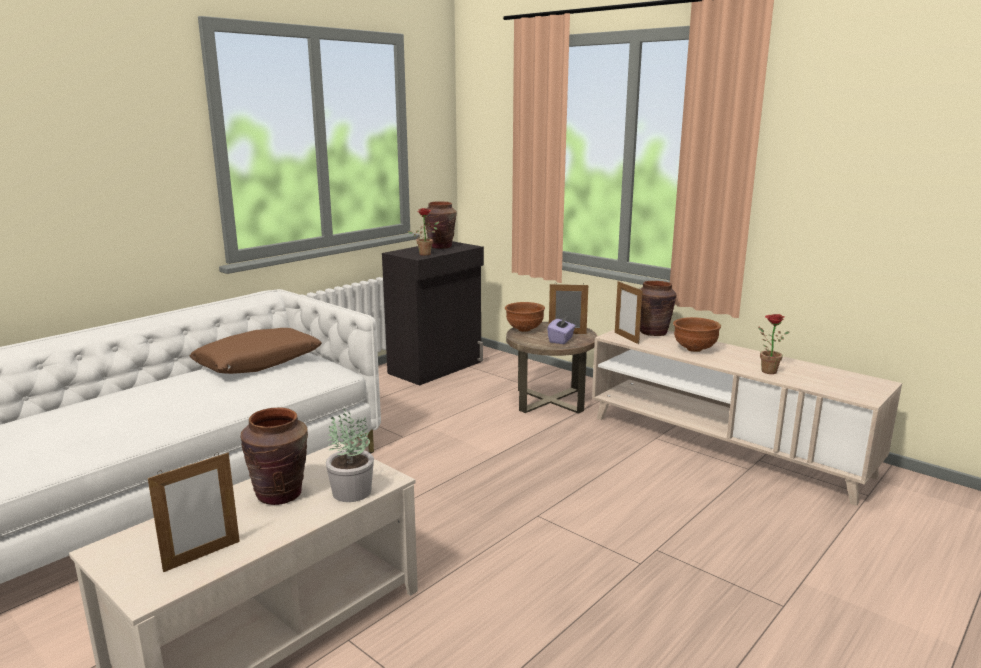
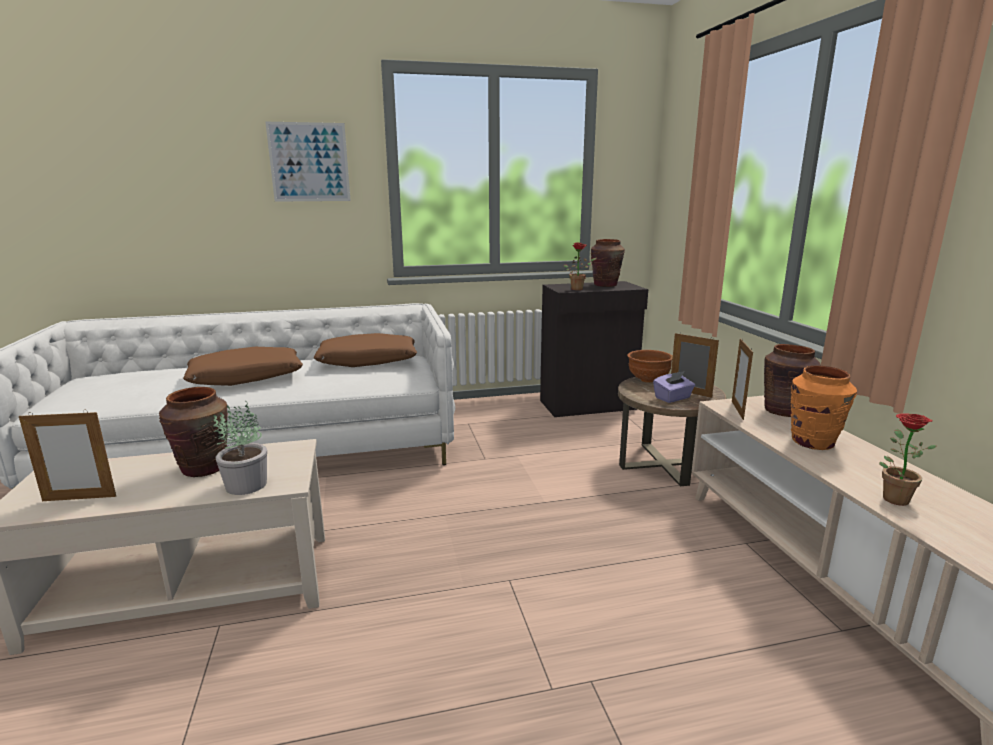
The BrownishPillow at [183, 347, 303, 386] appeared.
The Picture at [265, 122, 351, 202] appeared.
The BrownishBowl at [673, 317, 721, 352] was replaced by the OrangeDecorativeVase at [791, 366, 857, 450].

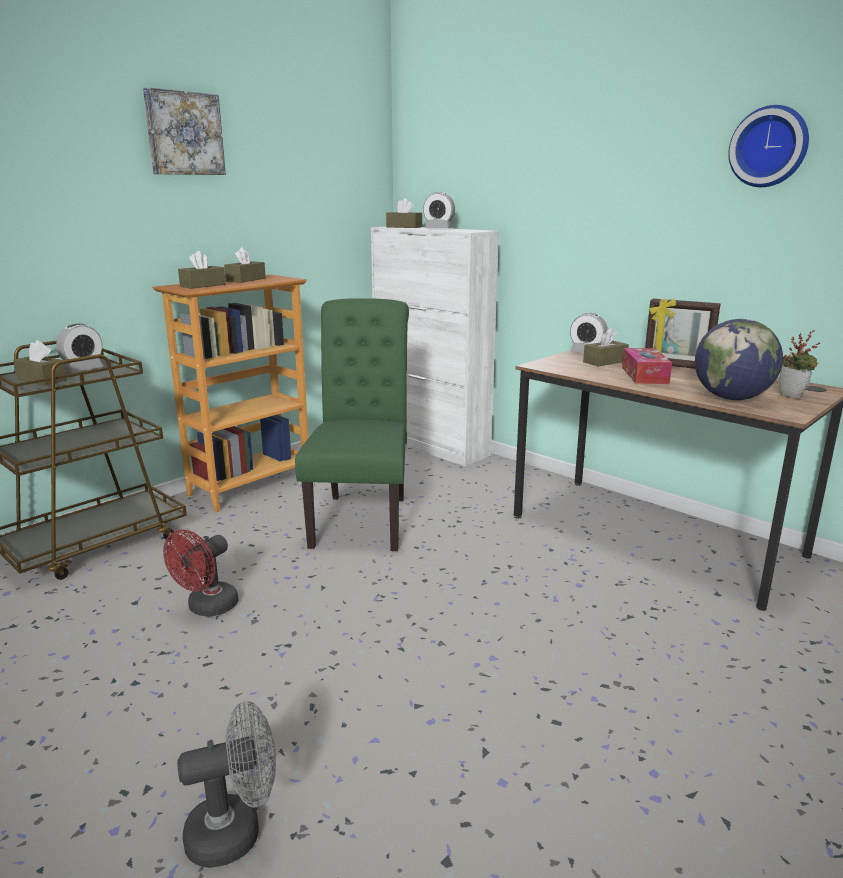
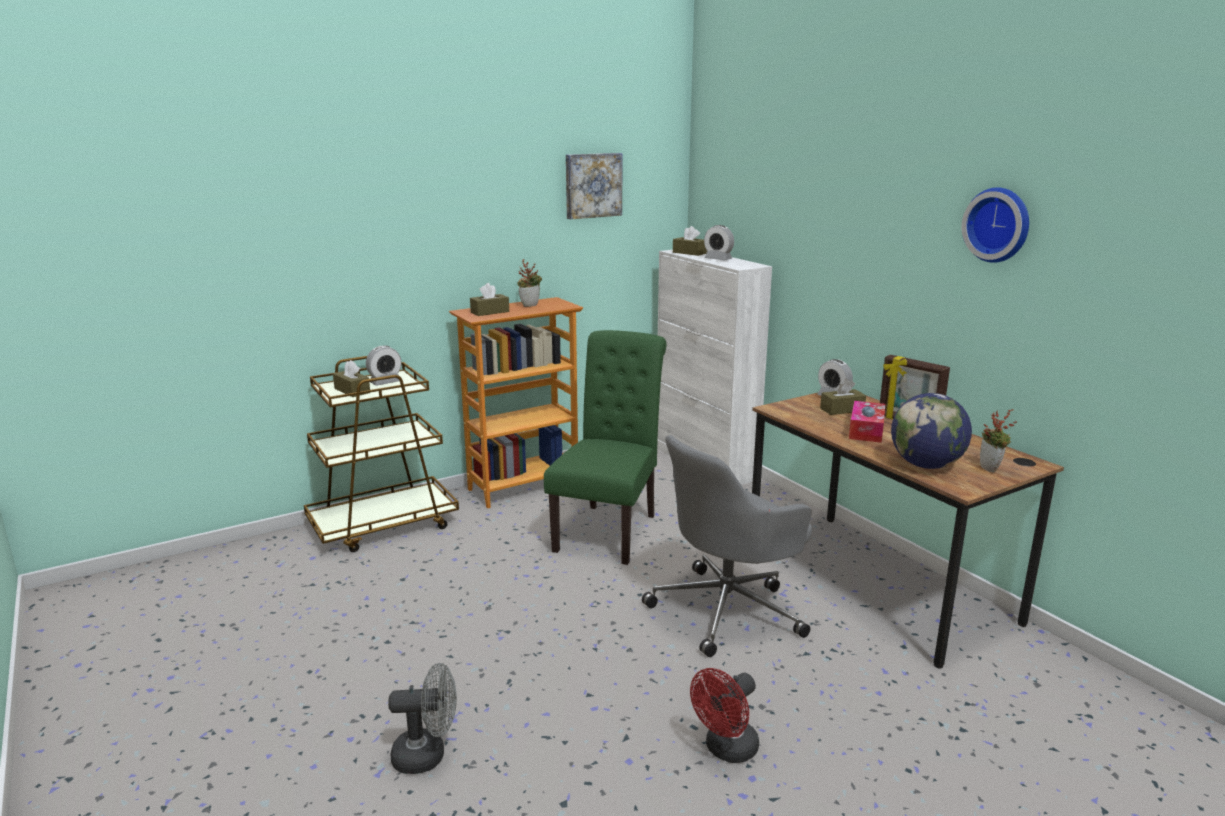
The GreyComputerChair at [642, 435, 812, 657] appeared.
The Picture moved from [143, 87, 226, 175] to [566, 153, 622, 219].
The RedColouredFan moved from [163, 529, 239, 617] to [690, 668, 759, 763].
The BrownishTissueHolder at [224, 247, 266, 283] was replaced by the PottedPlant at [517, 259, 542, 307].

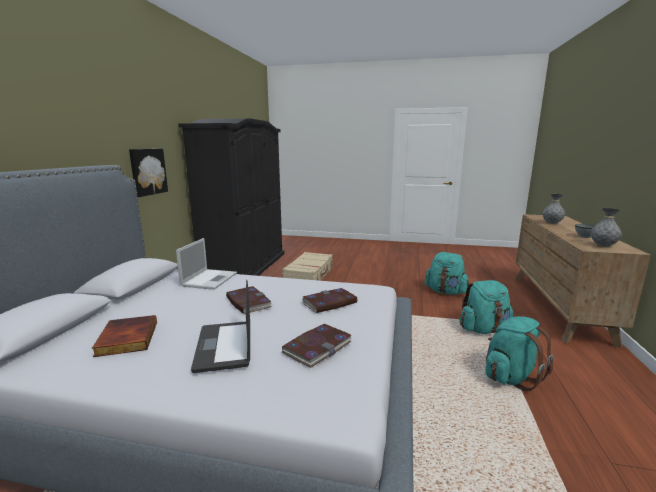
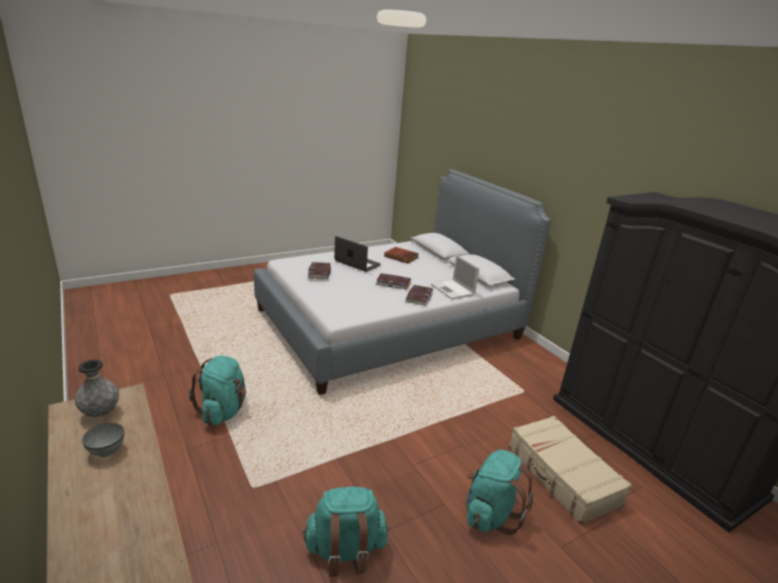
The Picture at [129, 149, 168, 197] disappeared.
The GreyDecorativeVase at [543, 194, 565, 224] disappeared.
The Book moved from [301, 288, 358, 313] to [406, 285, 434, 306].
The BlueGreenBackpack moved from [459, 280, 513, 334] to [466, 450, 533, 535].

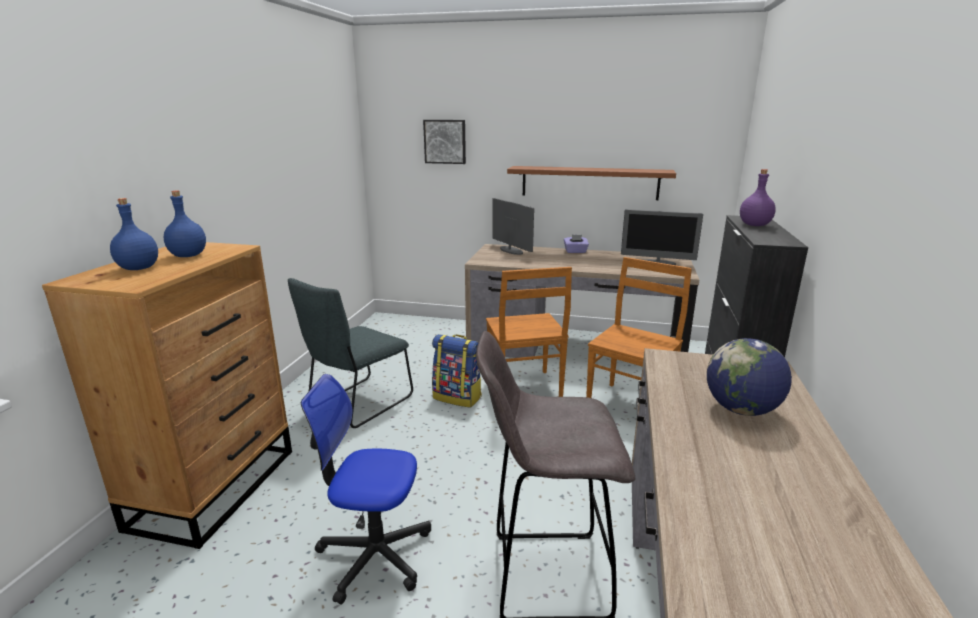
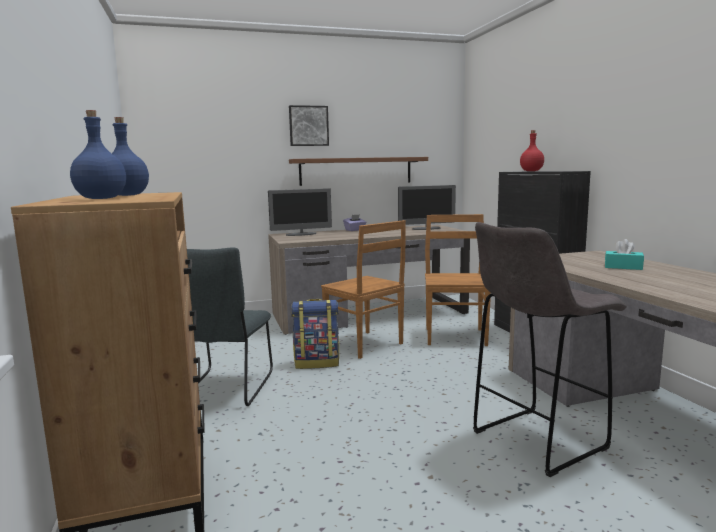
The ComputerChair at [301, 374, 431, 605] disappeared.
The Picture moved from [423, 120, 466, 164] to [289, 105, 329, 146].
The Globe at [707, 338, 792, 416] was replaced by the BlueGreenTissueHolder at [605, 239, 644, 270].
The PurpleDrinkBottle at [740, 169, 776, 226] became the RedColouredDrinkBottle at [520, 130, 544, 171].
The ComputerDisplay at [492, 198, 534, 255] turned 135 degrees clockwise.

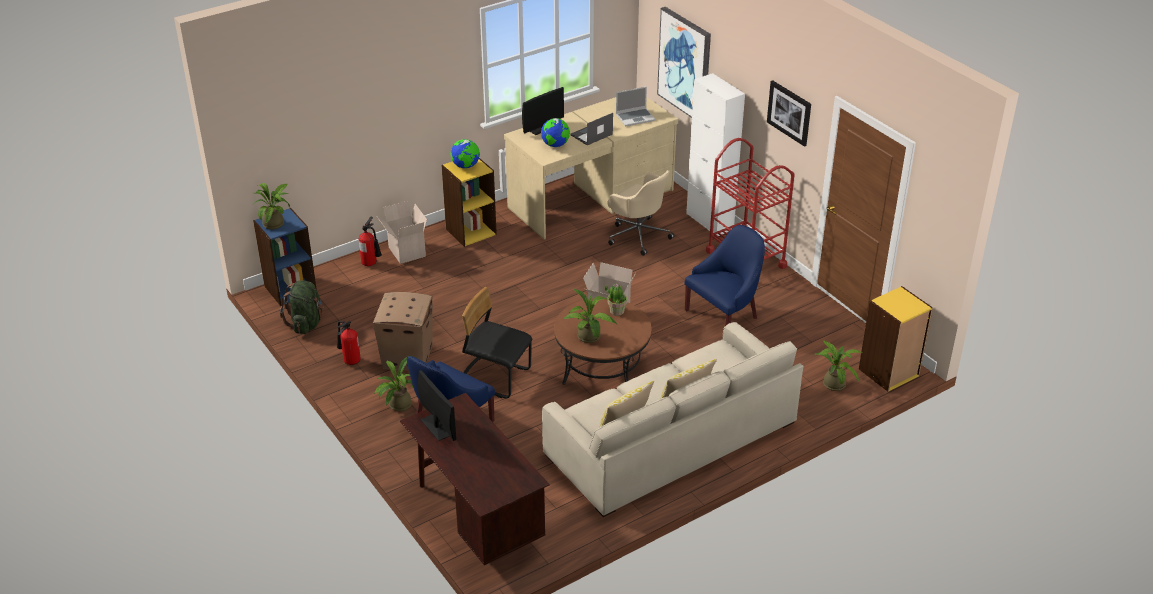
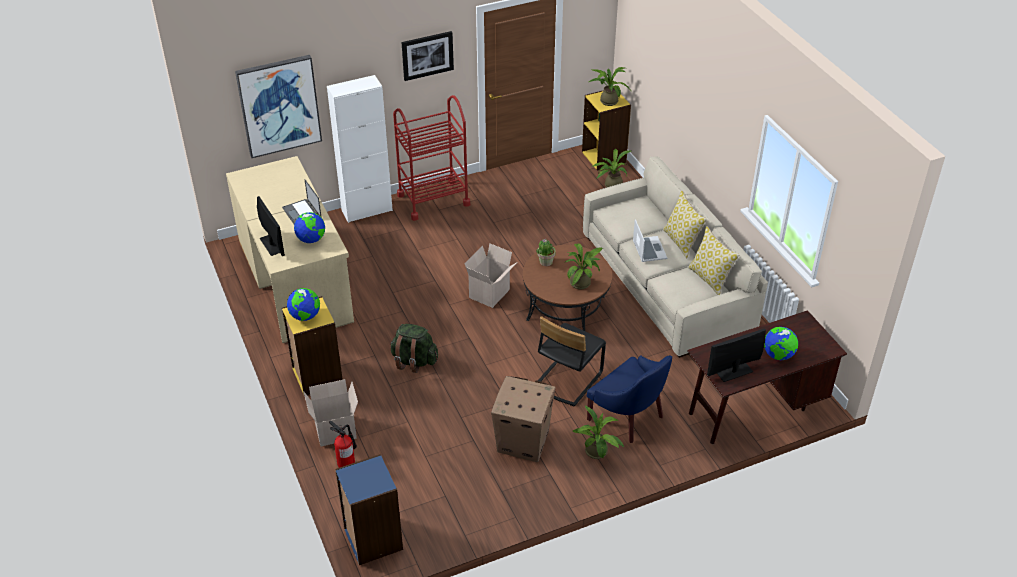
The Extinguisher at [337, 321, 361, 365] disappeared.
The BeigeColouredComputerChair at [607, 170, 674, 256] disappeared.
The BluishEasyChair at [684, 225, 765, 326] disappeared.
The Globe at [764, 327, 798, 360] appeared.
The PottedPlant moved from [252, 183, 290, 230] to [589, 67, 630, 106].
The GreenBackpack moved from [280, 280, 324, 334] to [390, 324, 438, 373].
The Laptop moved from [616, 87, 656, 126] to [633, 219, 667, 262].

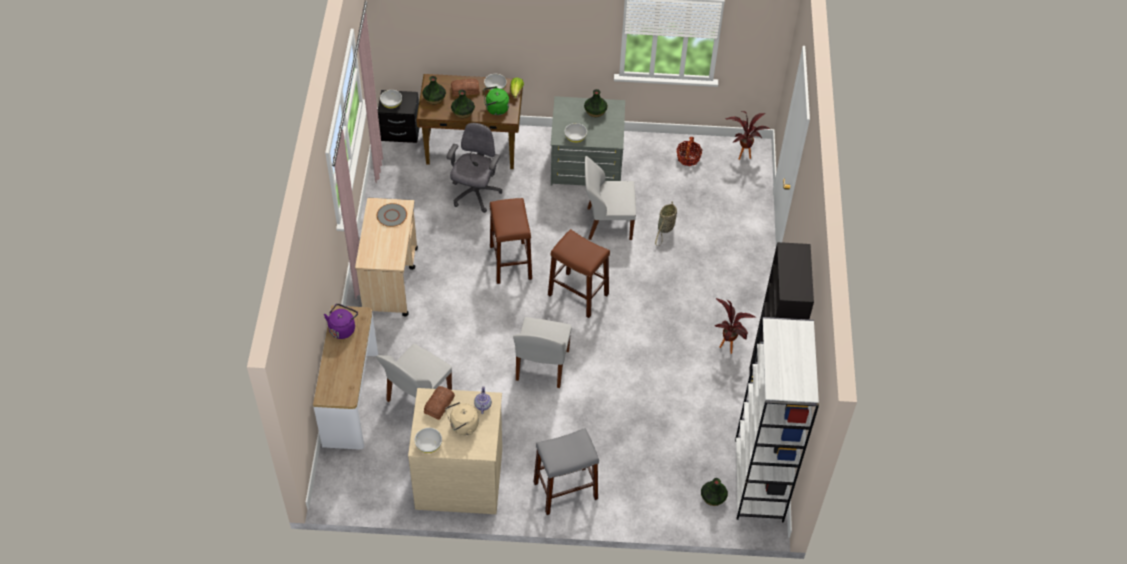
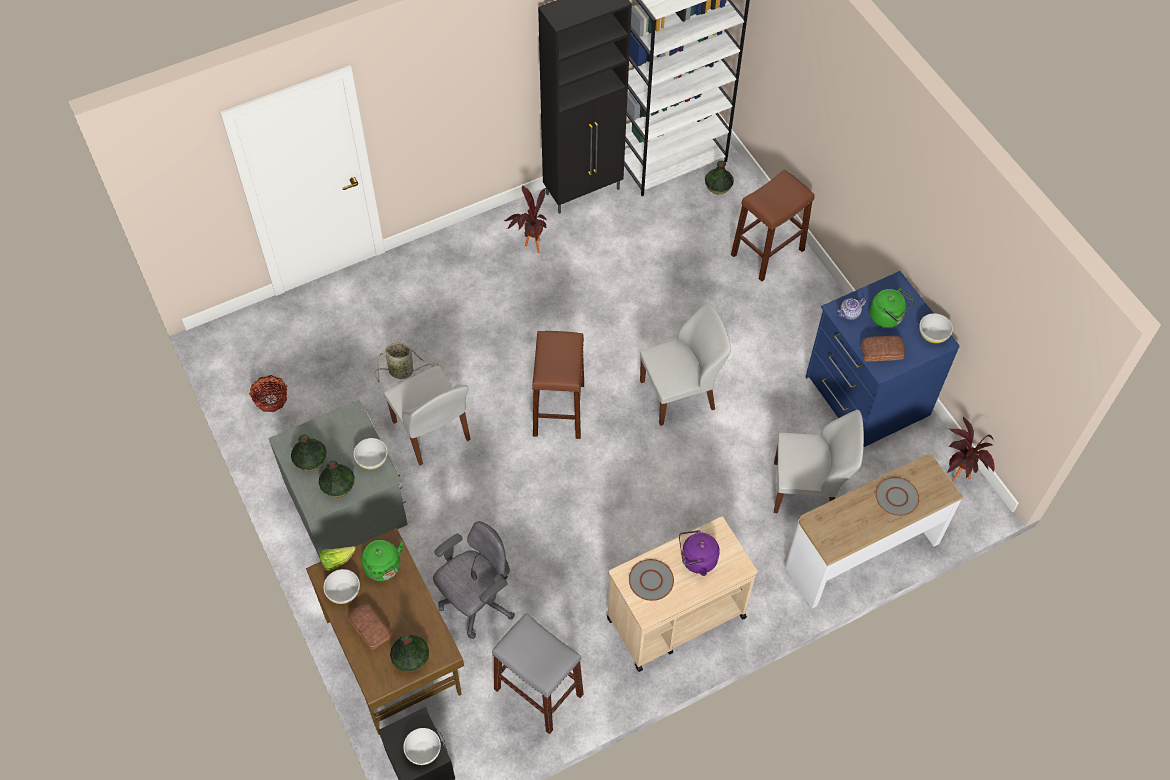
The GreyFlatDish at [875, 477, 919, 516] appeared.
The PurpleTeaKettle moved from [324, 304, 358, 339] to [679, 530, 720, 576].
The DecorativeVase moved from [451, 90, 475, 118] to [319, 460, 355, 497].
The BrownishStoolSeat moved from [490, 198, 532, 284] to [731, 169, 815, 282].
The GreyStoolSeat moved from [534, 428, 599, 515] to [492, 613, 584, 734].
The PottedPlant moved from [726, 111, 770, 160] to [946, 417, 994, 482].
The BeigeColouredDresser at [408, 388, 502, 514] became the BluishDresser at [806, 271, 960, 447].
The BeigeColouredTeaKettle at [445, 402, 479, 435] became the GreenTeaKettle at [870, 288, 914, 328].
The GreyComputerChair at [446, 123, 502, 213] turned 150 degrees clockwise.

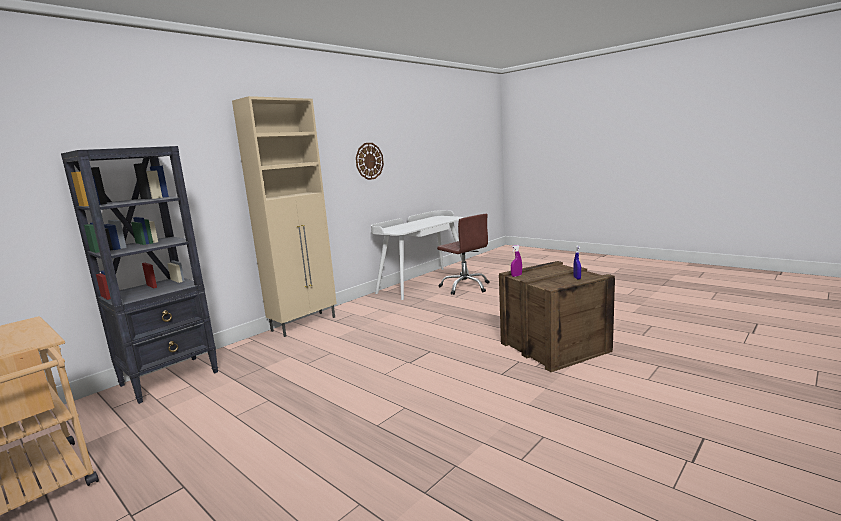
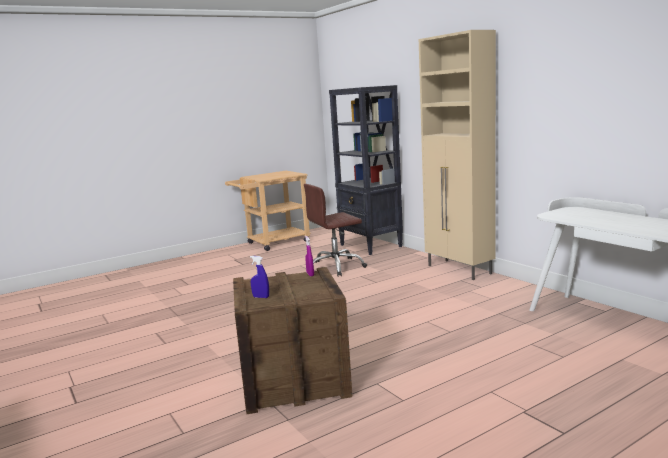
The HangingClock at [356, 143, 384, 180] disappeared.
The BrownishComputerChair moved from [437, 214, 490, 295] to [304, 184, 367, 277].

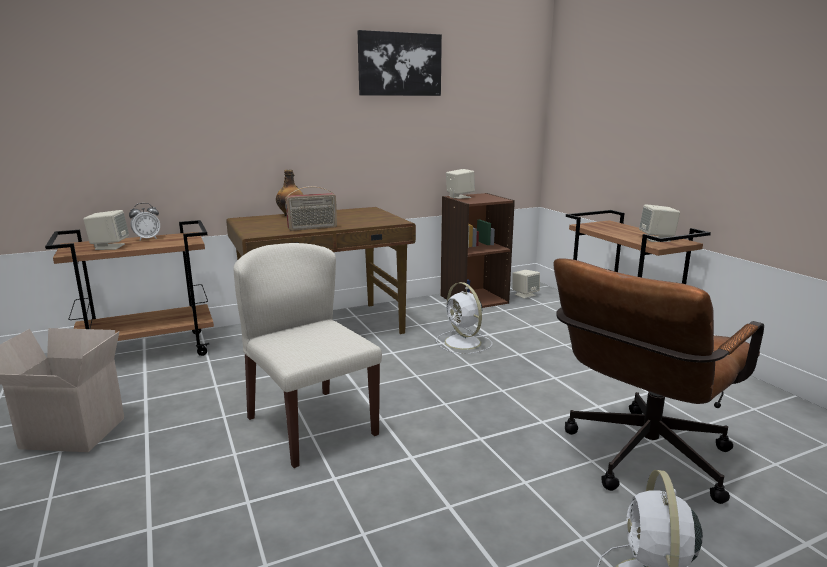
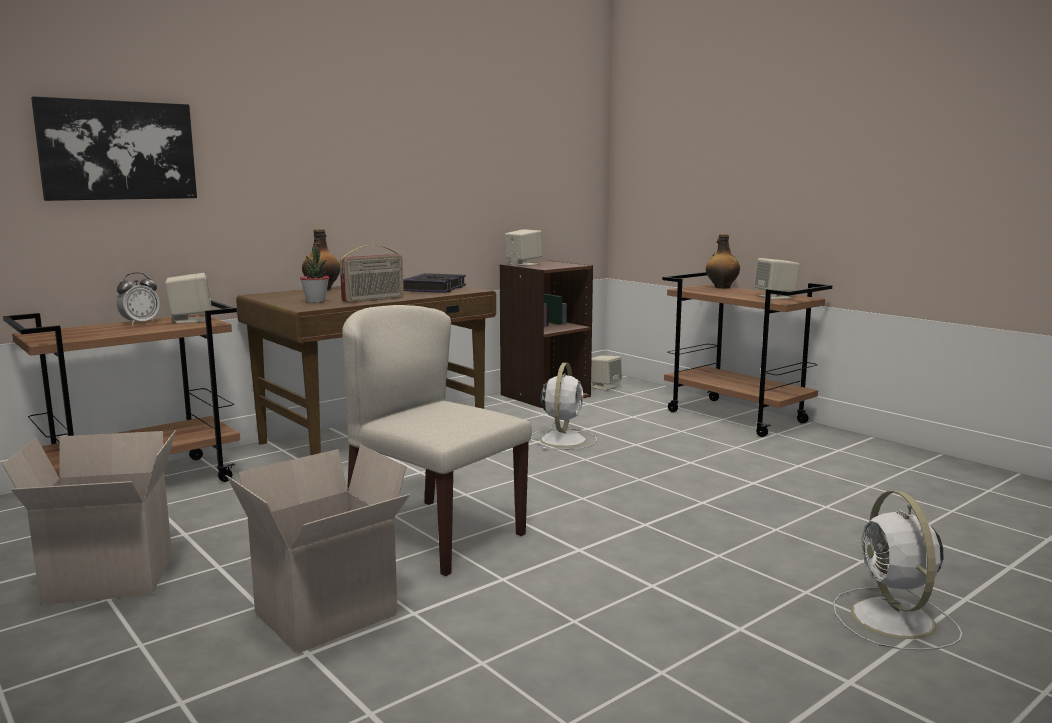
The BrownishComputerChair at [554, 259, 764, 504] disappeared.
The CardboardBox at [227, 445, 410, 653] appeared.
The PottedPlant at [300, 247, 329, 303] appeared.
The Book at [403, 273, 466, 293] appeared.
The DrinkBottle at [706, 234, 740, 288] appeared.
The BeigeColouredLoudspeaker moved from [83, 210, 129, 250] to [165, 273, 211, 324].
The Picture moved from [358, 30, 442, 96] to [31, 96, 197, 201].
The WhiteColouredFan at [436, 282, 492, 354] turned 120 degrees counterclockwise.

